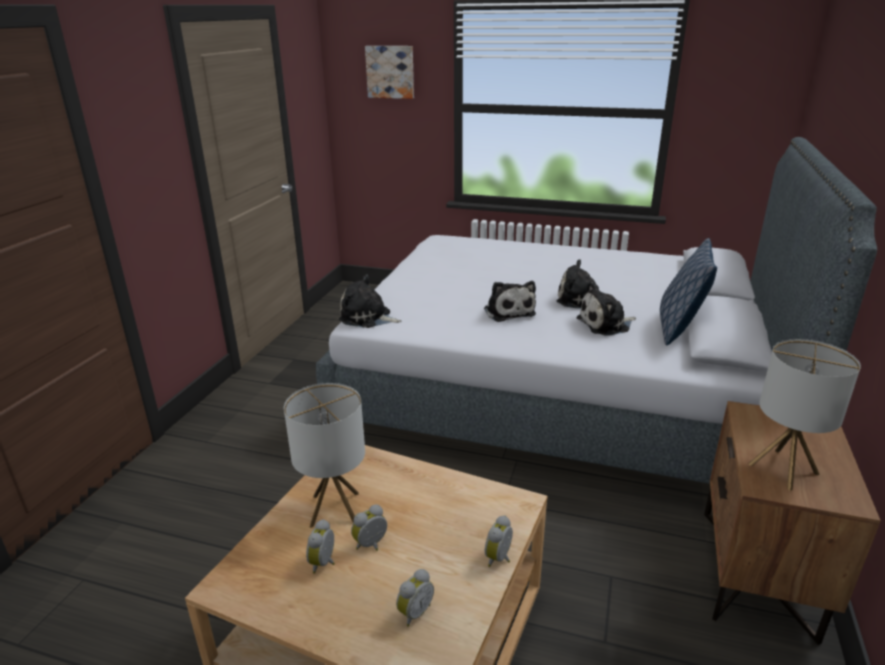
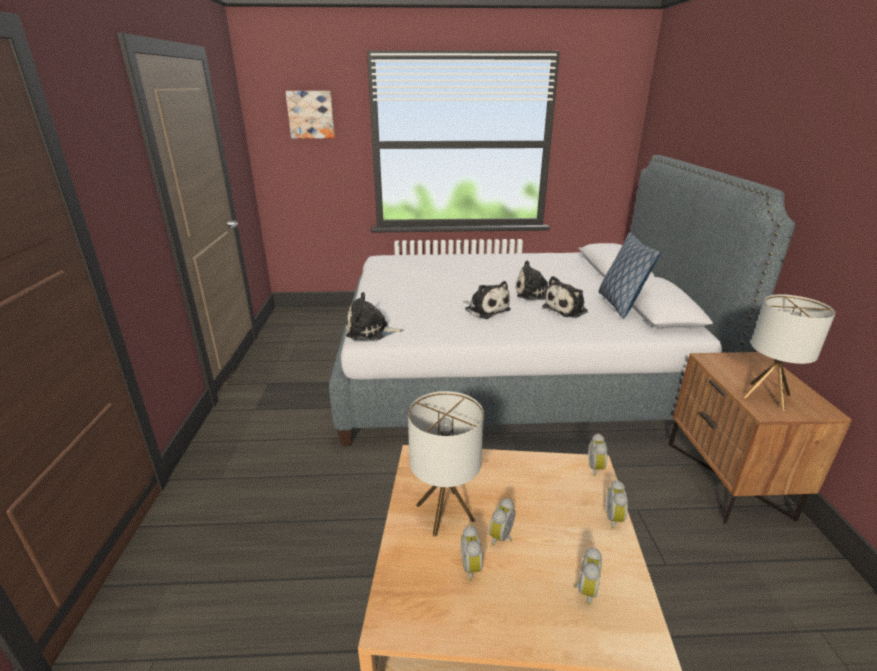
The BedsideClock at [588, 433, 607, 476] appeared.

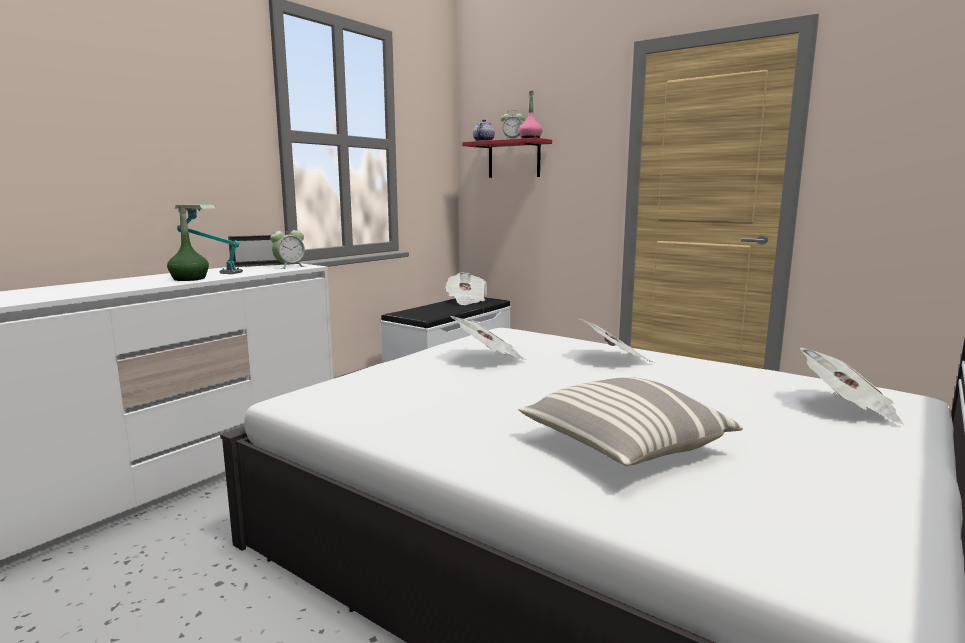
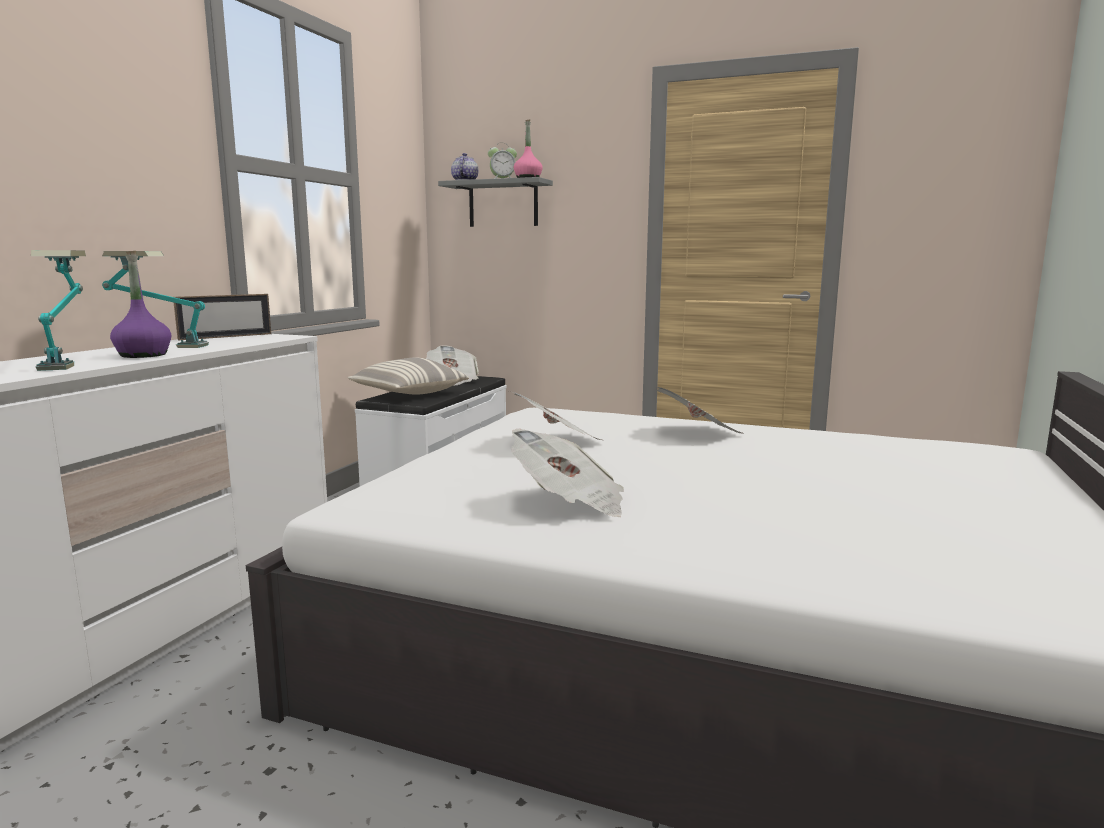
The BedsideClock at [270, 225, 307, 269] disappeared.
The TableLamp at [31, 250, 86, 371] appeared.
The Pillow moved from [518, 377, 743, 466] to [347, 358, 469, 395].
The DailyPaper moved from [800, 347, 903, 424] to [511, 429, 624, 517].
The GreenDrinkBottle at [167, 206, 209, 281] became the PurpleDrinkBottle at [110, 251, 171, 358].
The RedColouredWallShelf at [462, 138, 552, 178] became the GreyWallShelf at [438, 177, 553, 227].

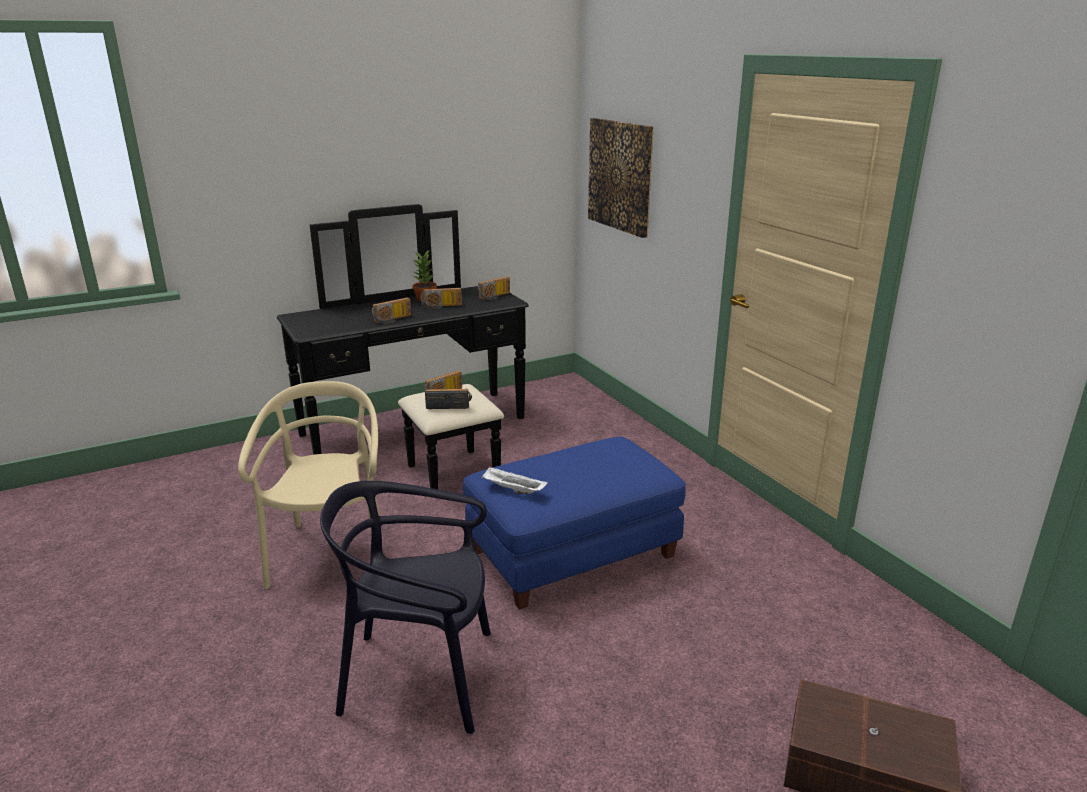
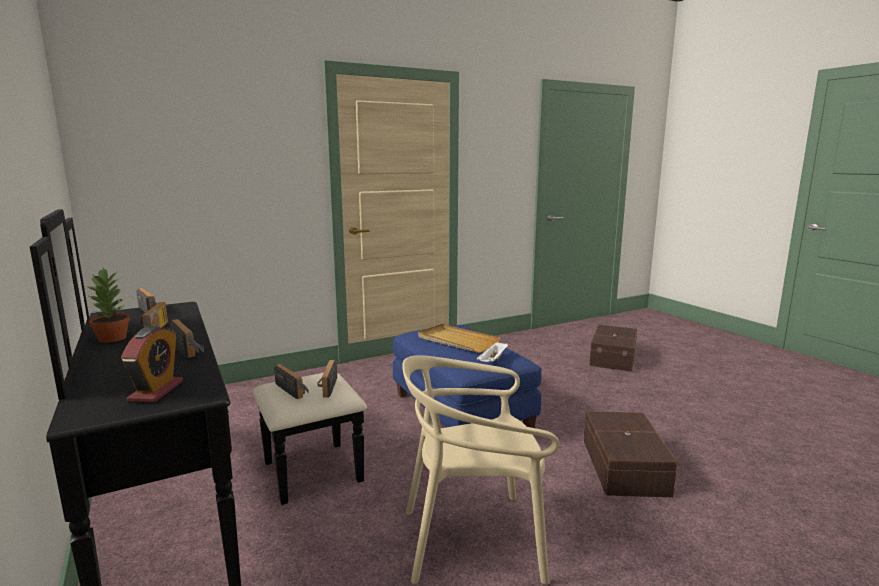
The Picture at [588, 118, 654, 238] disappeared.
The BedsideClock at [121, 326, 183, 403] appeared.
The BeigeColouredTray at [418, 324, 501, 353] appeared.
The BlackUprightChair at [320, 481, 491, 734] was replaced by the BrownishStorageContainer at [584, 411, 678, 498].

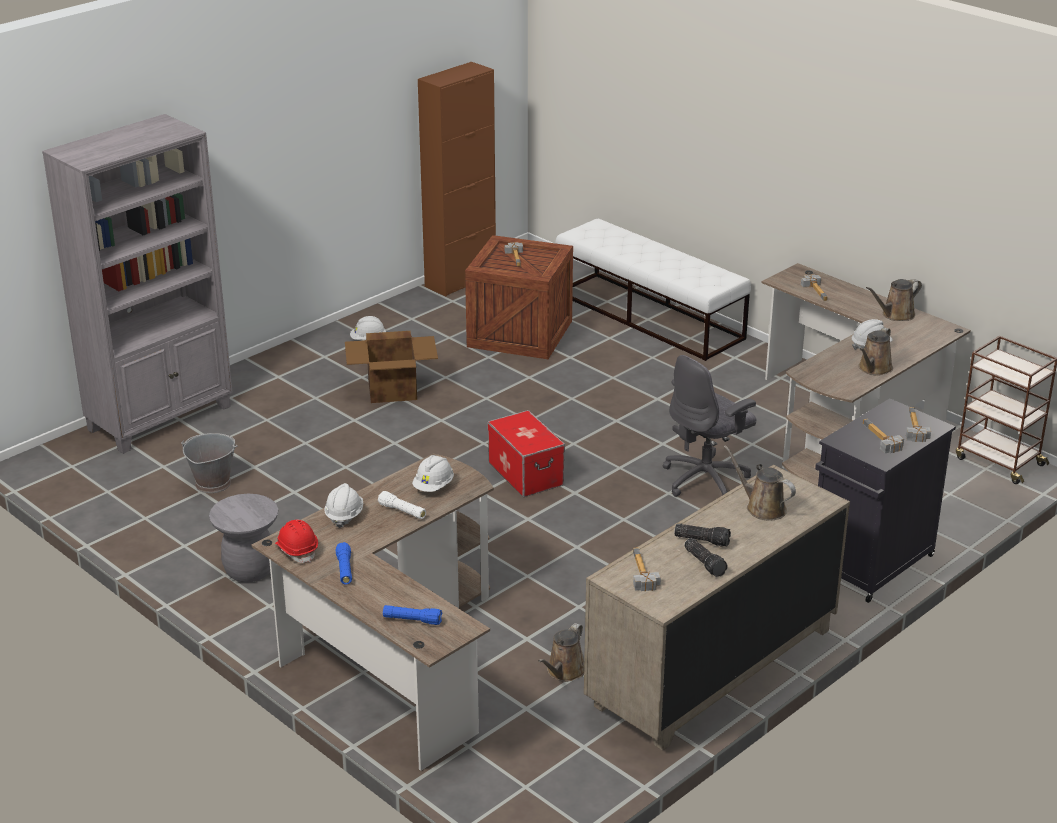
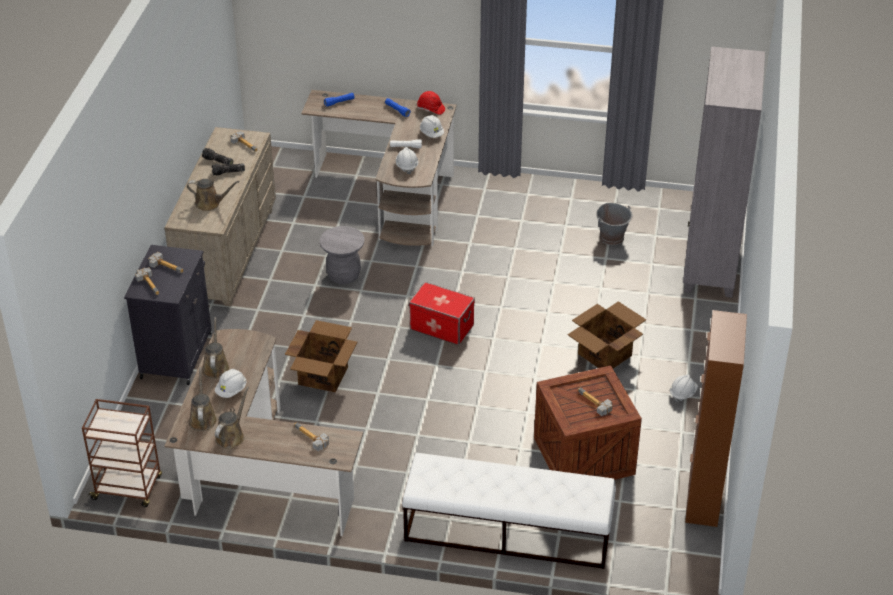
The GreyStoolSeat moved from [209, 494, 278, 583] to [320, 226, 365, 284].
The BrownishWateringPot moved from [538, 623, 584, 682] to [189, 367, 217, 431].
The GreyComputerChair at [663, 355, 757, 497] was replaced by the CardboardBox at [285, 320, 357, 393].

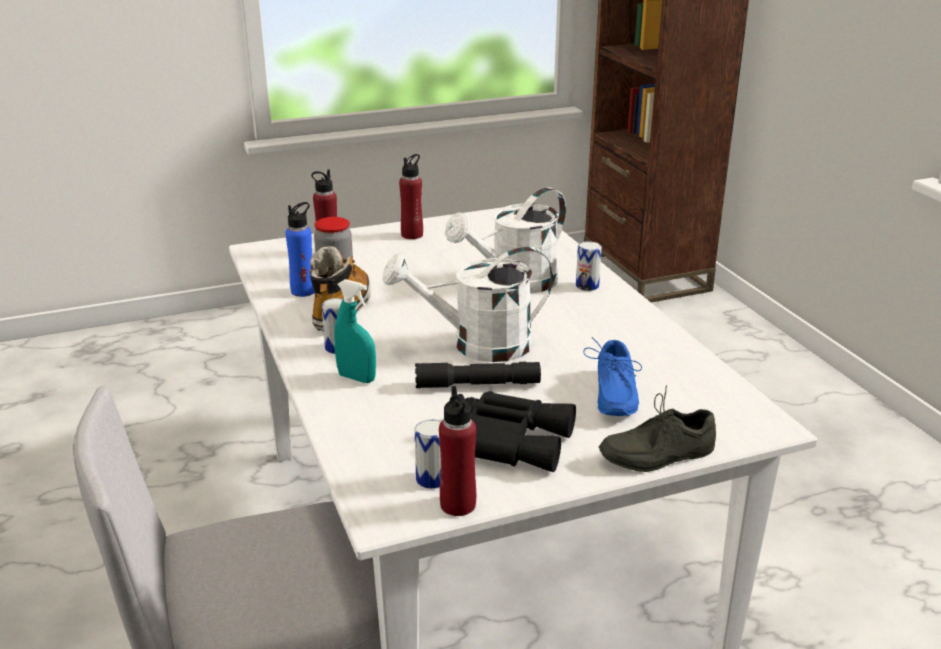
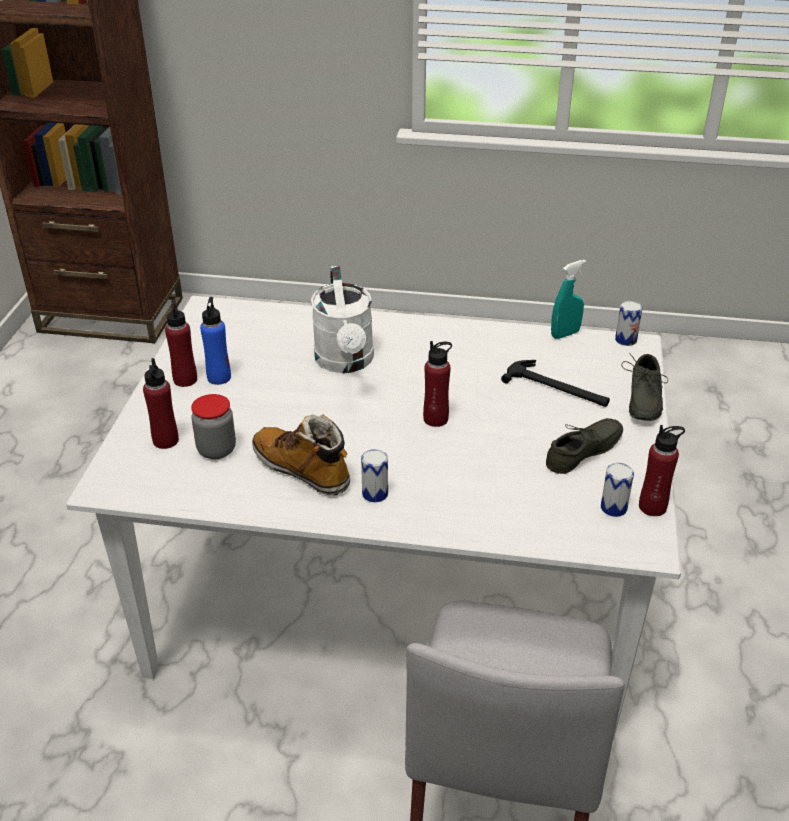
The BlackFlashlight at [415, 362, 541, 388] disappeared.
The BluishDrinkBottle moved from [285, 202, 314, 297] to [200, 297, 231, 385].
The BlueGreenHandSprayer moved from [334, 279, 376, 383] to [551, 260, 586, 339].
The MetalCan moved from [576, 241, 602, 291] to [615, 301, 643, 346].
The WhiteColouredWateringPot at [383, 247, 553, 362] was replaced by the RedColouredDrinkBottle at [423, 341, 452, 427].
The BlackPairOfBinoculars at [465, 391, 576, 472] was replaced by the GreyLowShoe at [546, 418, 623, 474].
The BluishLowShoe at [583, 337, 642, 416] was replaced by the Hammer at [501, 360, 610, 407].

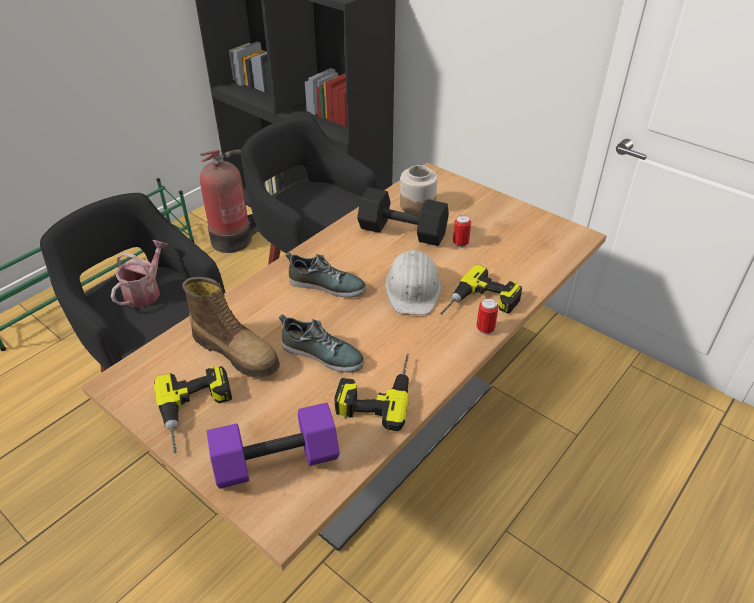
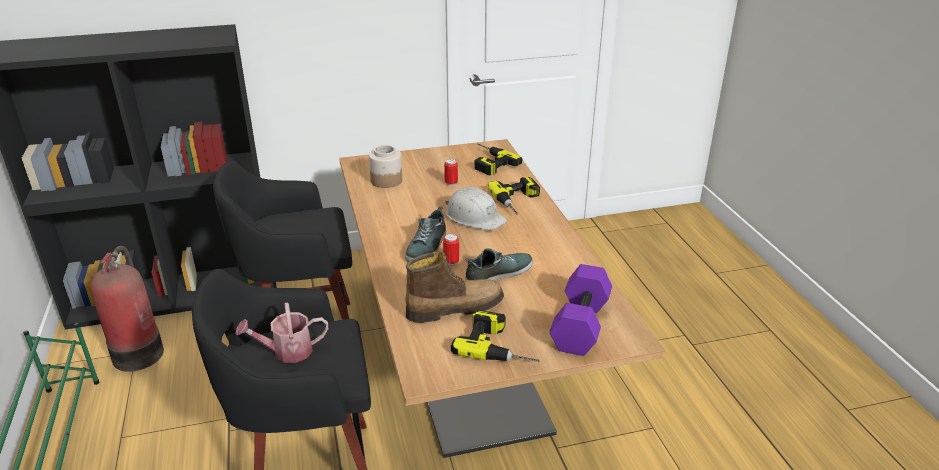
The BlackFreeWeight at [357, 187, 449, 246] disappeared.
The PowerDrill moved from [334, 354, 409, 431] to [474, 144, 522, 176].
The MetalCan moved from [476, 298, 498, 335] to [443, 234, 459, 266].
The WateringPot at [111, 240, 168, 308] turned 75 degrees counterclockwise.
The LowShoe at [286, 252, 366, 297] turned 150 degrees clockwise.

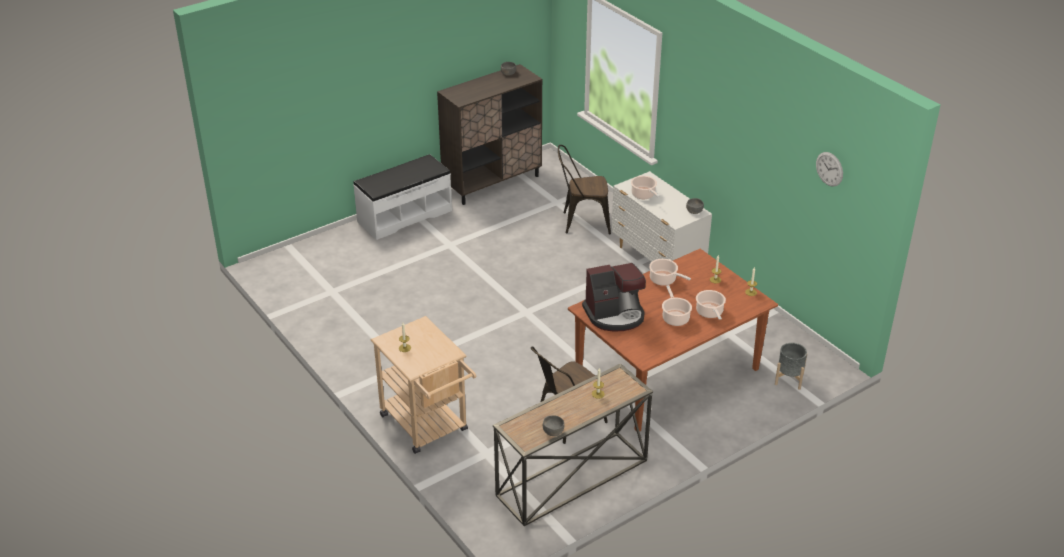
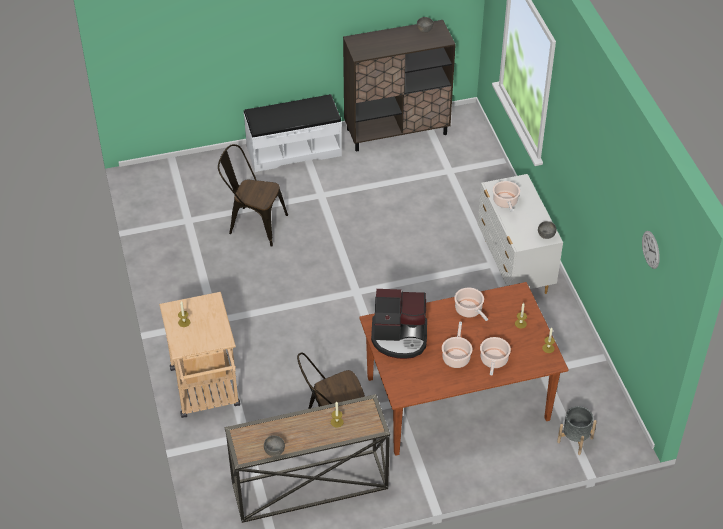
The BrownishUprightChair moved from [558, 145, 611, 234] to [218, 144, 288, 247].

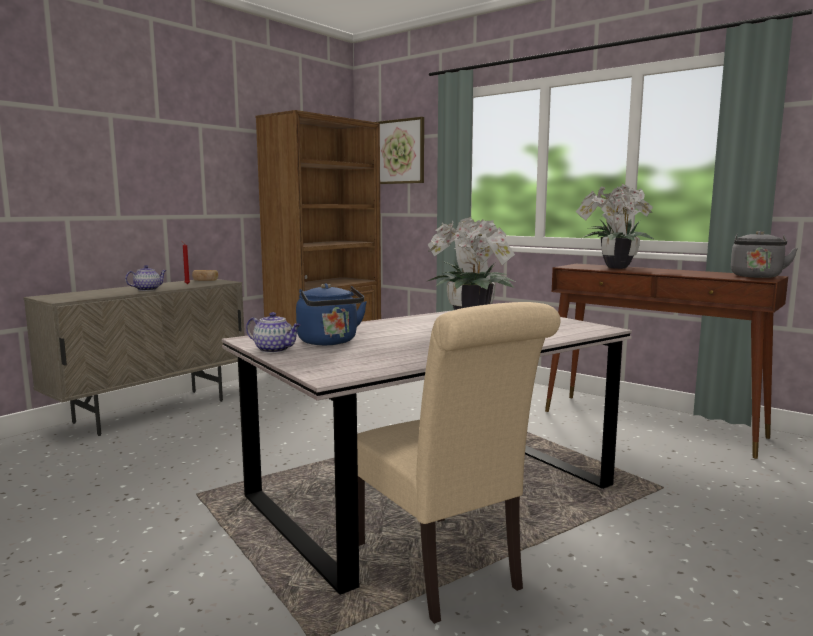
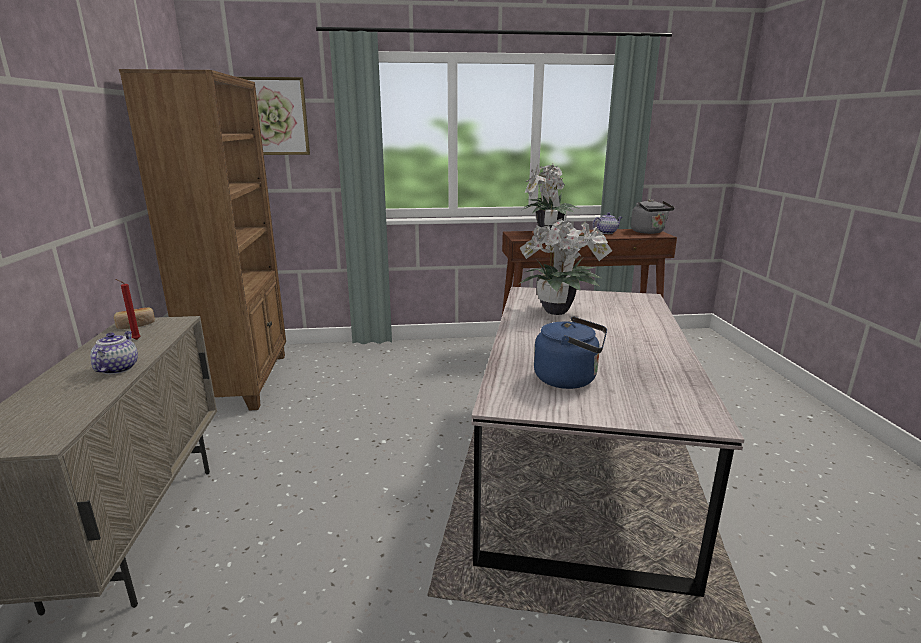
The BeigeColouredUprightChair at [357, 302, 561, 624] disappeared.
The PotForTea moved from [246, 312, 301, 353] to [593, 213, 622, 234].

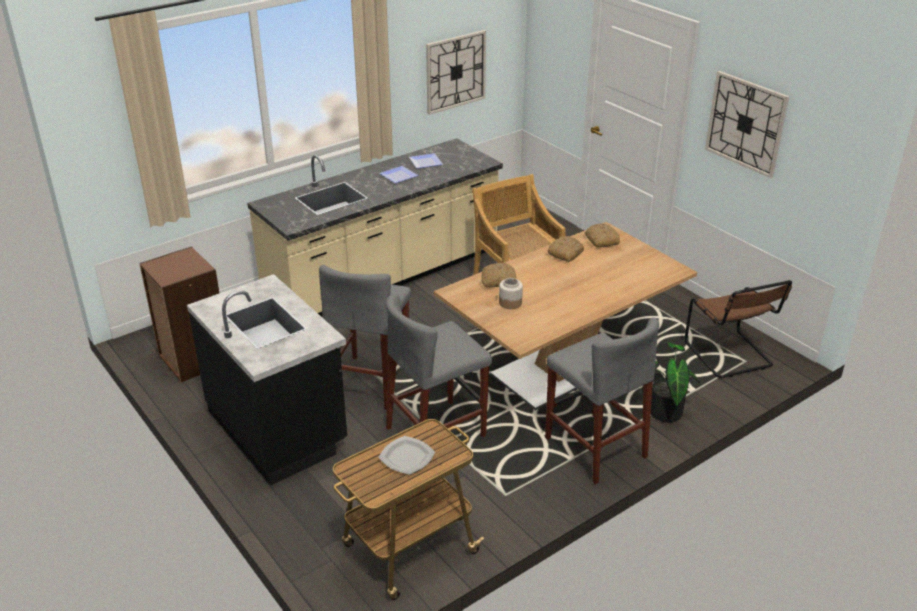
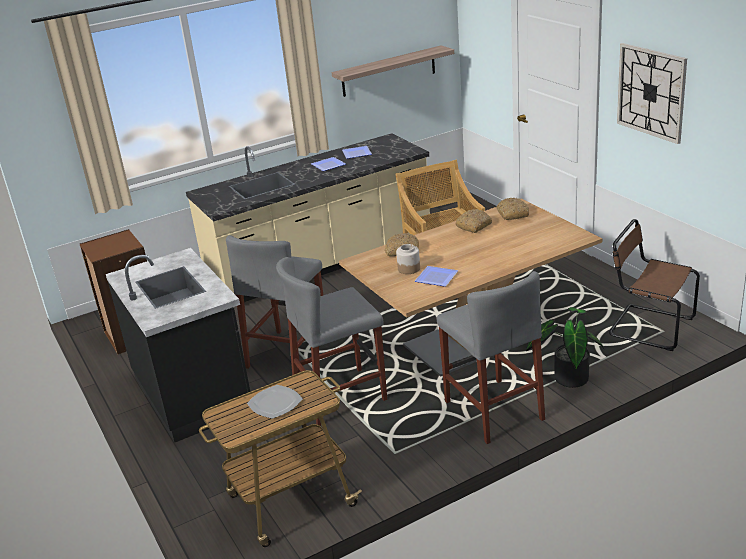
The FlatDish at [415, 266, 458, 287] appeared.
The HangingClock at [426, 30, 486, 115] was replaced by the WallShelf at [332, 45, 454, 97].
The BrownishUprightChair at [685, 280, 792, 378] turned 135 degrees clockwise.

